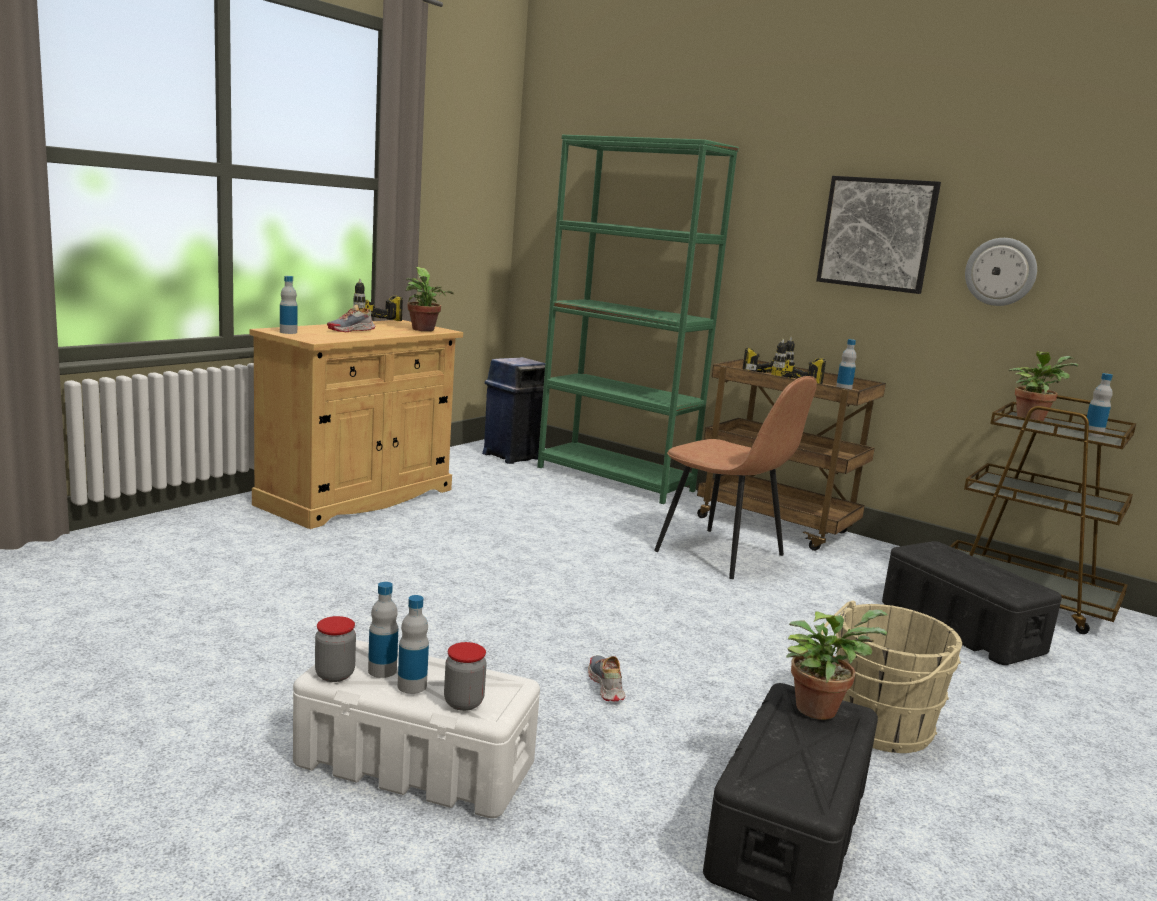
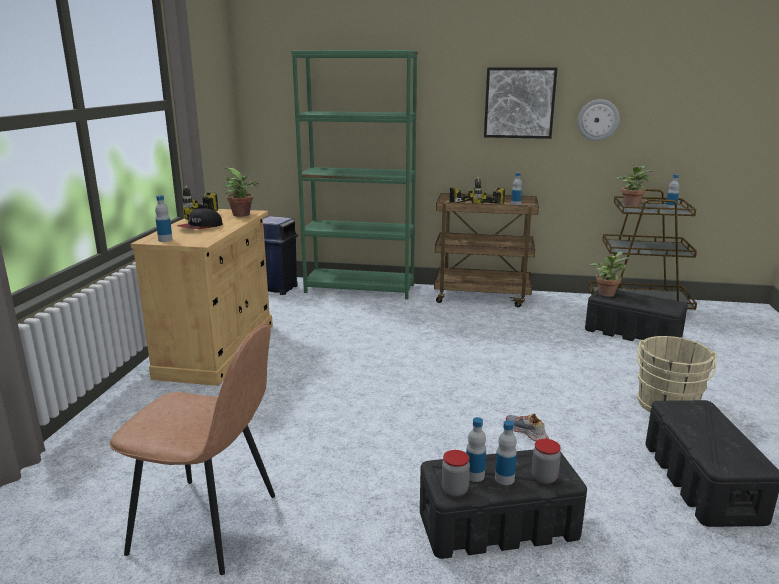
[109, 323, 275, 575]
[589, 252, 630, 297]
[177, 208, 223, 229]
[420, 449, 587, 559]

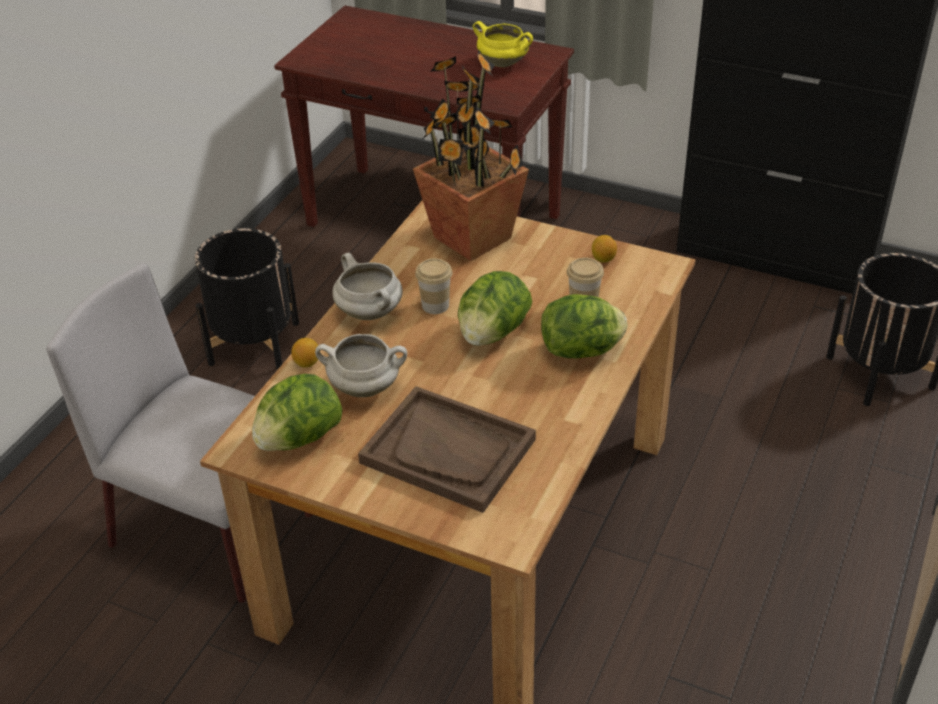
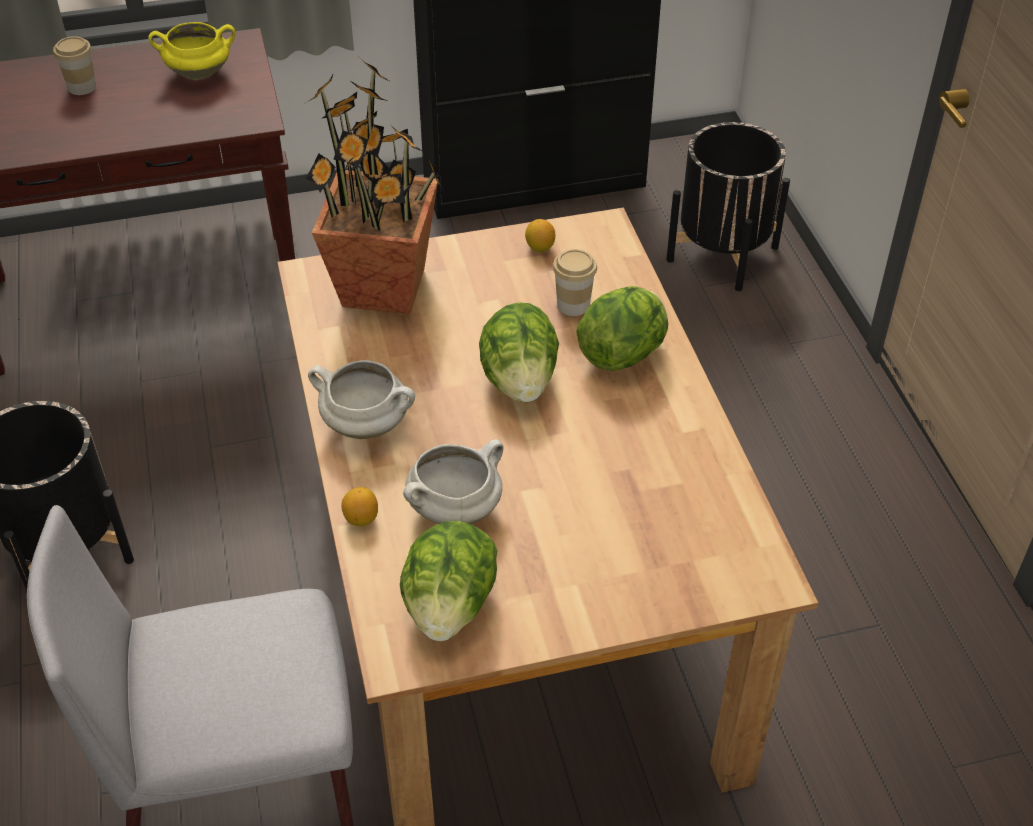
[358, 386, 536, 513] (first image)
[53, 36, 96, 95]

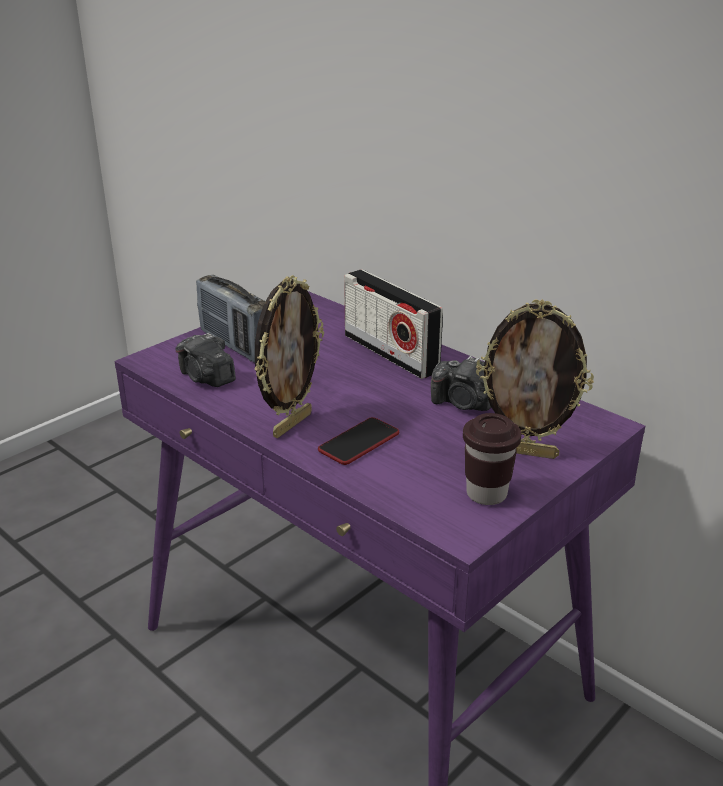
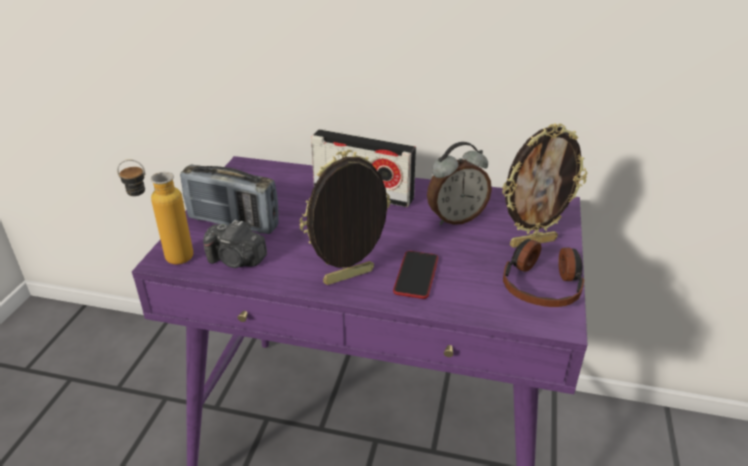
[117, 159, 193, 264]
[427, 142, 492, 225]
[503, 239, 585, 307]
[300, 150, 391, 285]

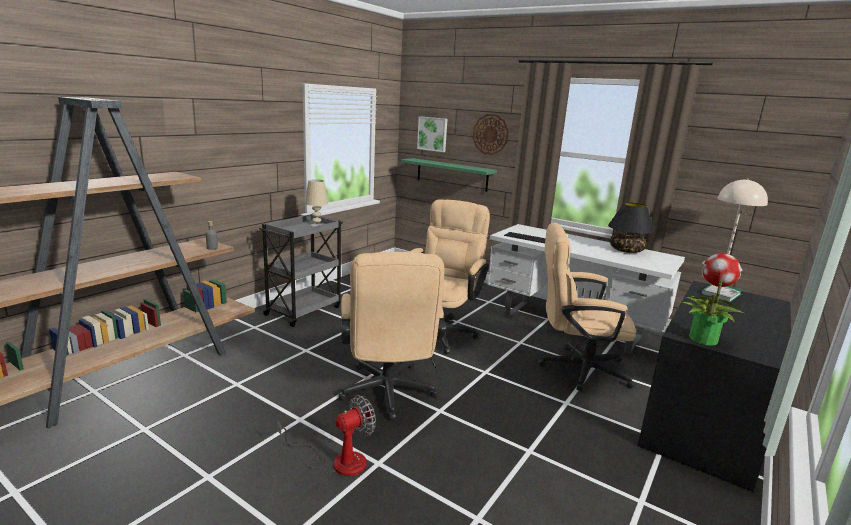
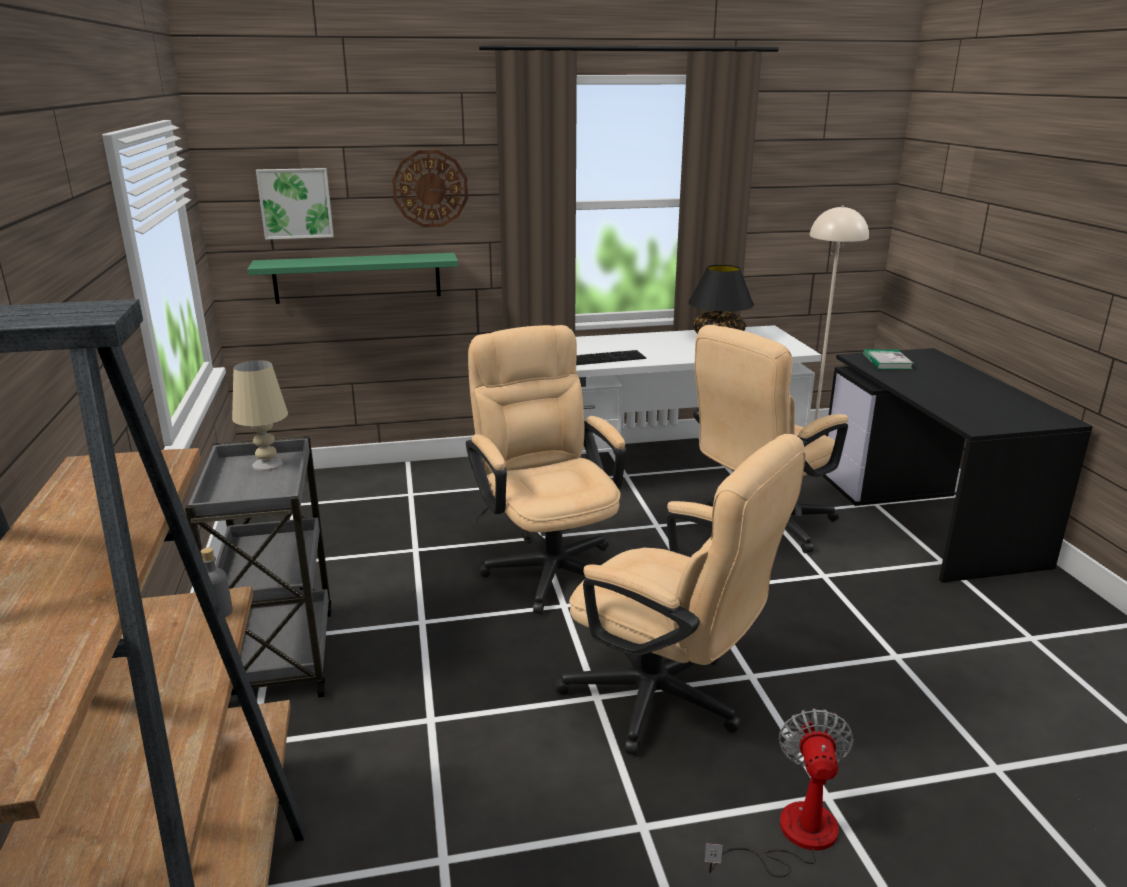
[681, 253, 745, 346] (first image)

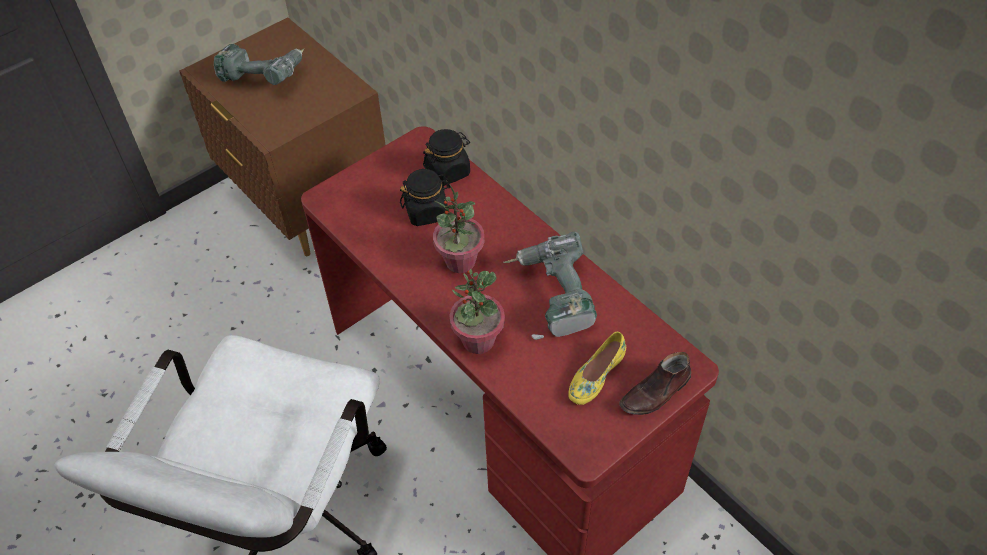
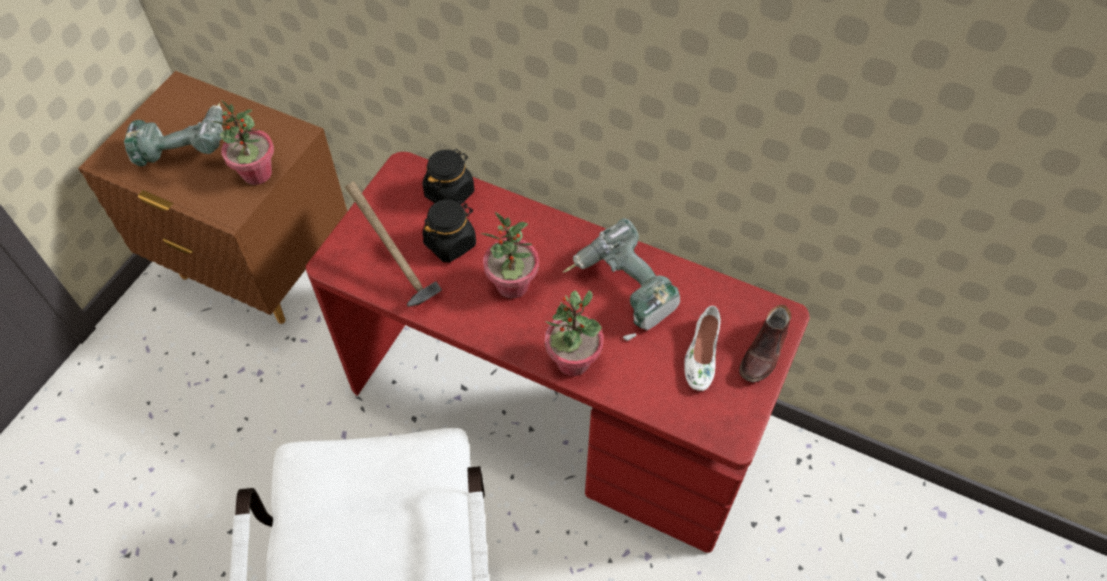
[212, 100, 274, 185]
[345, 181, 442, 307]
[684, 306, 721, 391]

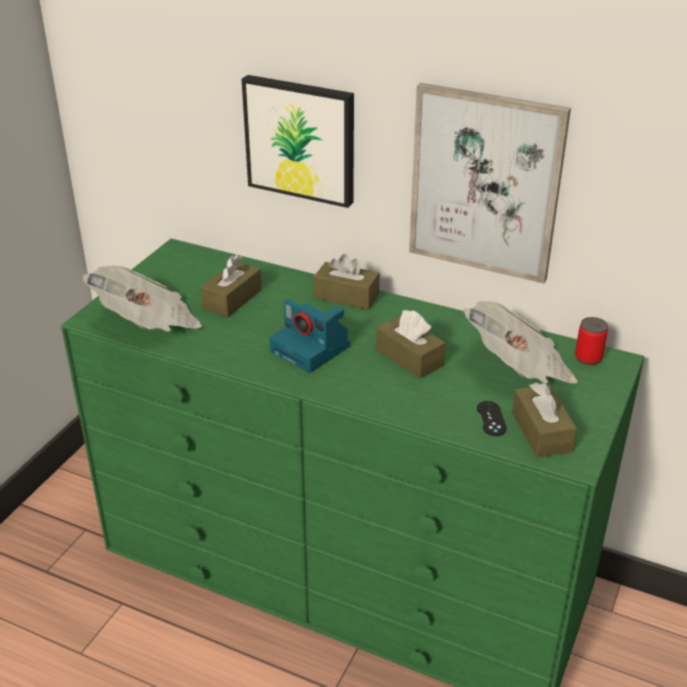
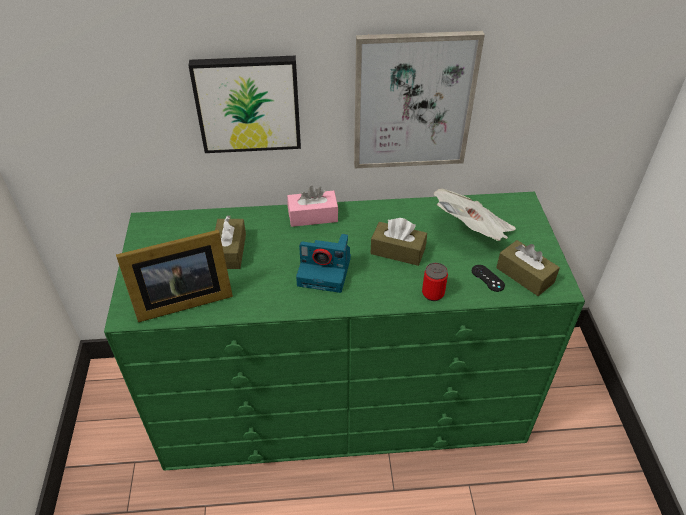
[422, 263, 448, 301]
[116, 230, 233, 322]
[287, 186, 338, 227]

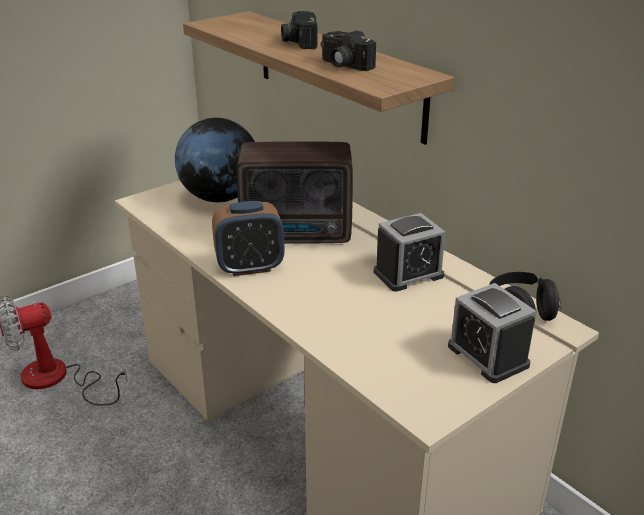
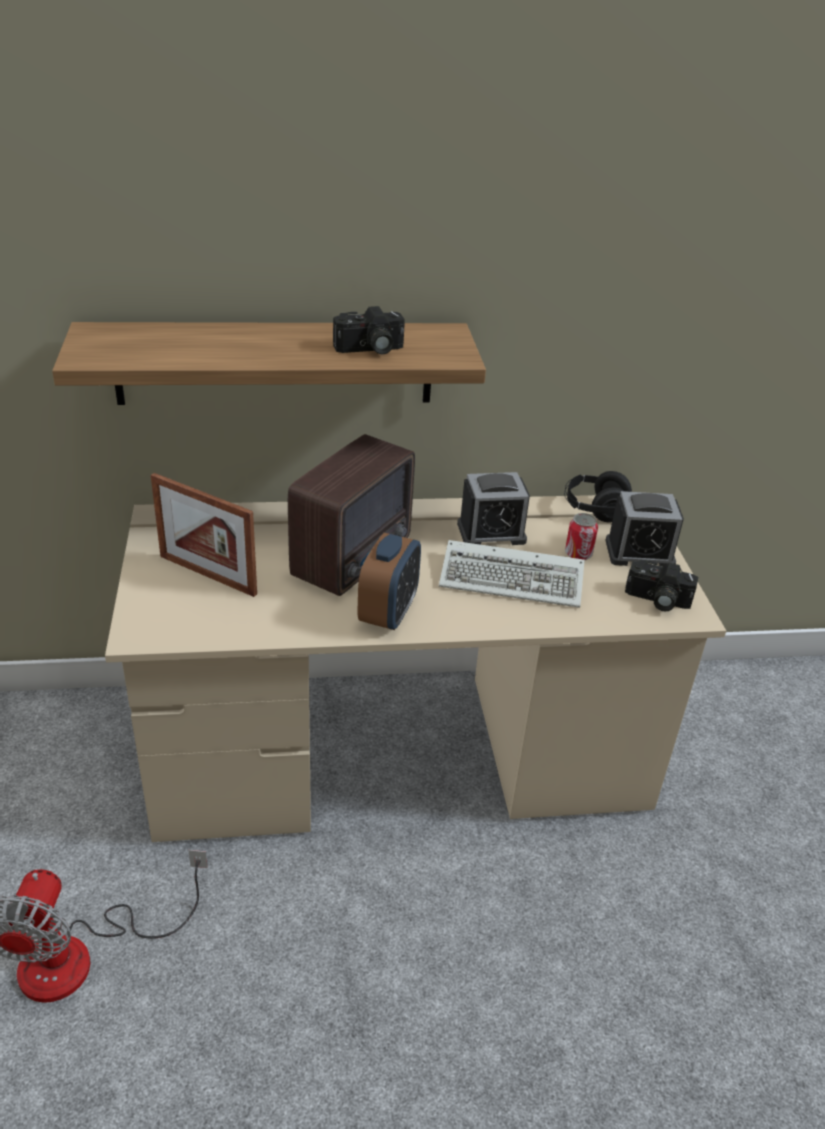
[439, 540, 585, 608]
[565, 513, 598, 560]
[625, 560, 698, 612]
[151, 473, 257, 597]
[457, 472, 530, 545]

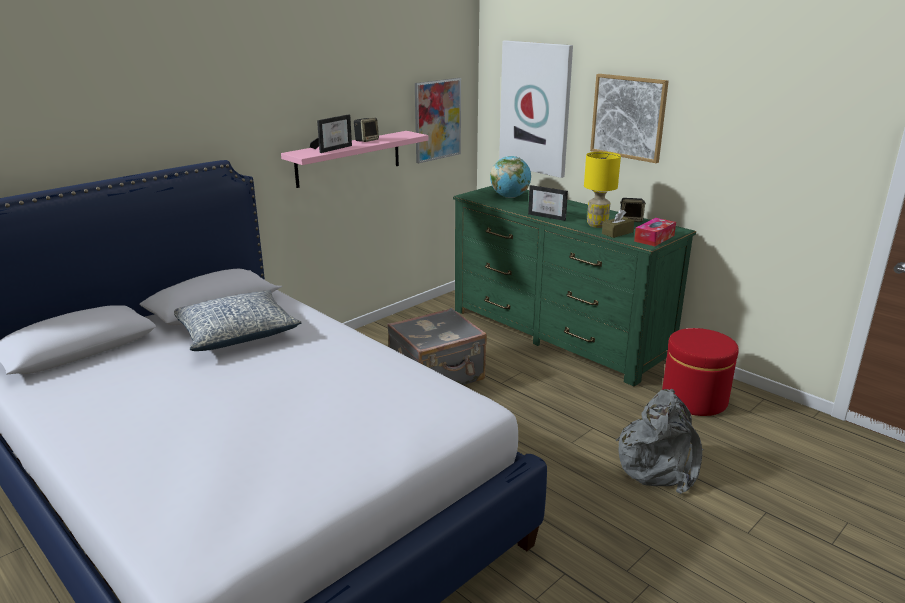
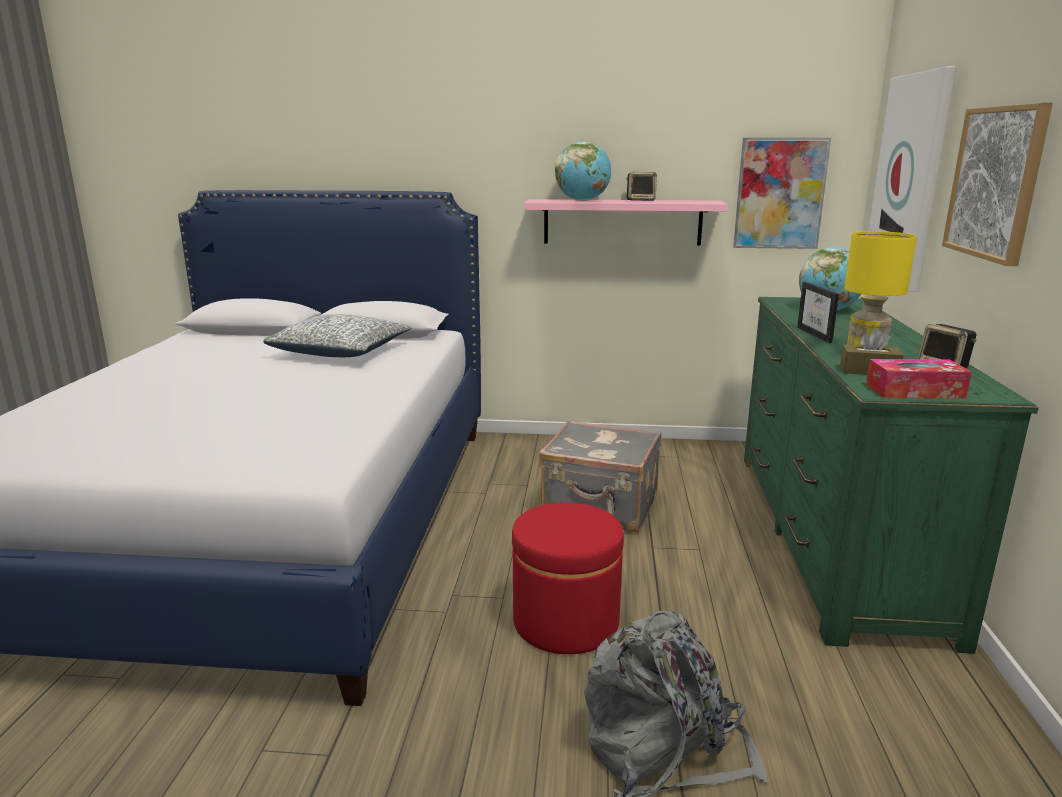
[512, 503, 624, 654]
[555, 142, 611, 201]

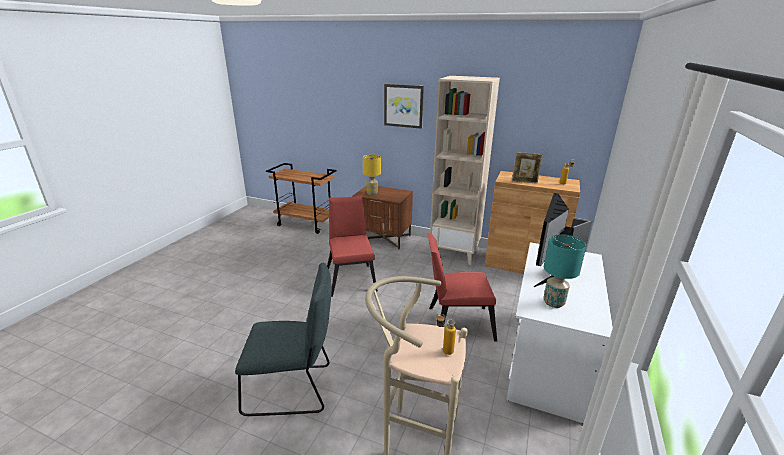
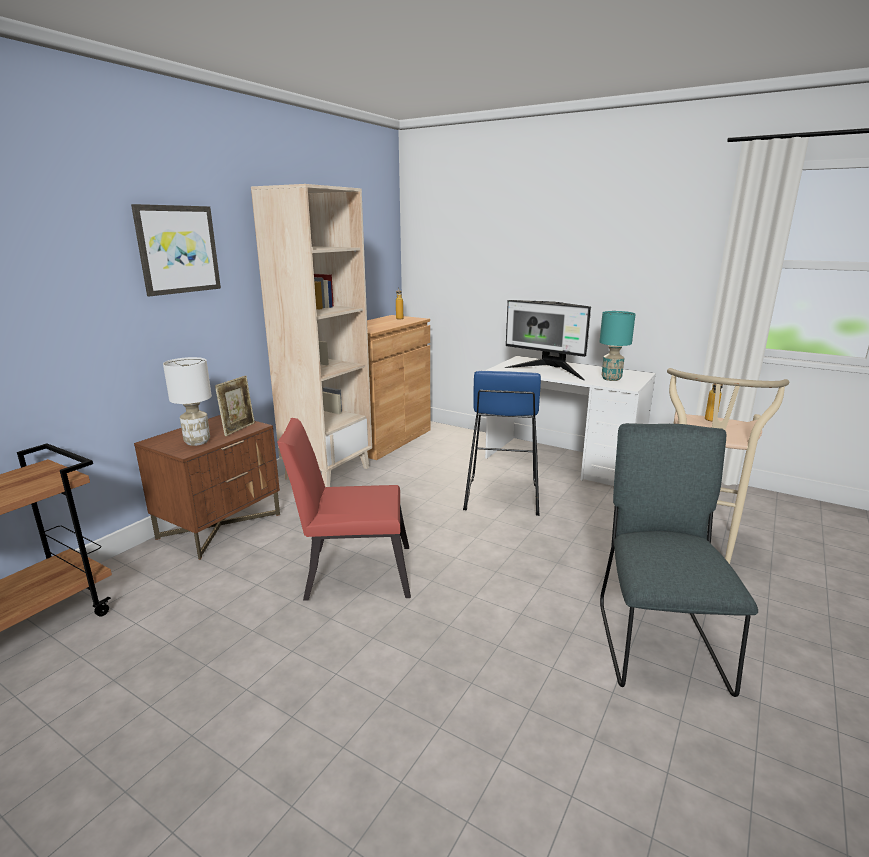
[215, 376, 255, 436]
[463, 371, 541, 516]
[163, 357, 212, 446]

